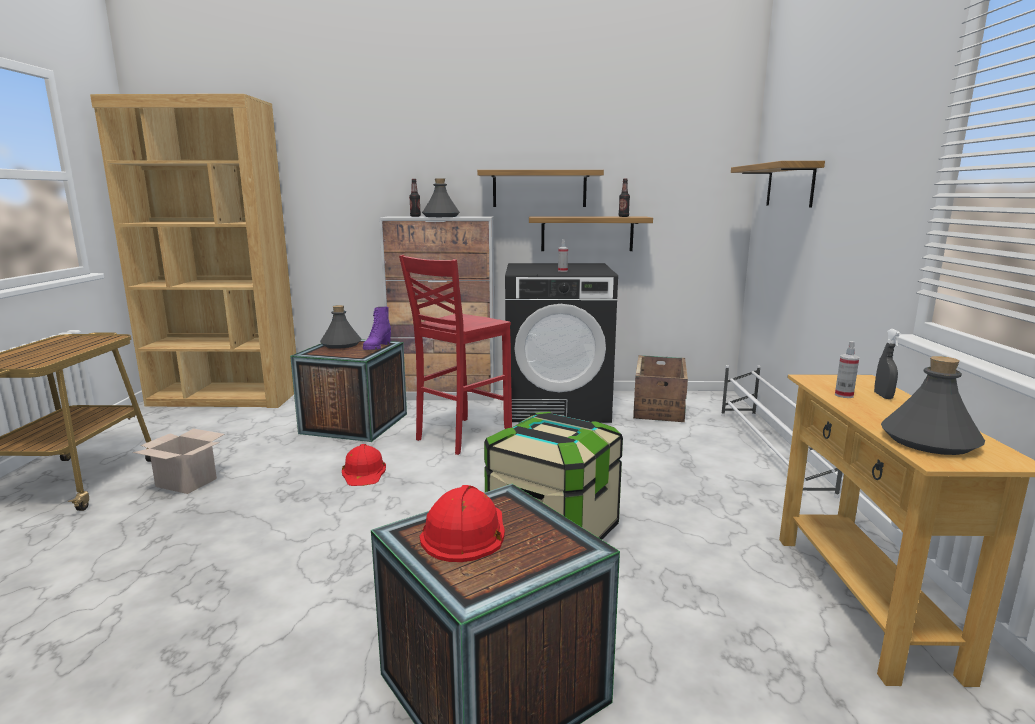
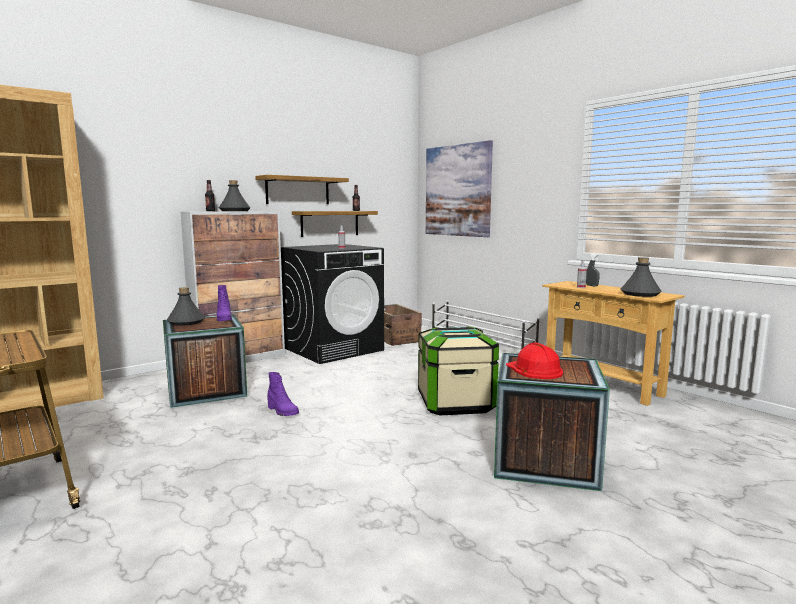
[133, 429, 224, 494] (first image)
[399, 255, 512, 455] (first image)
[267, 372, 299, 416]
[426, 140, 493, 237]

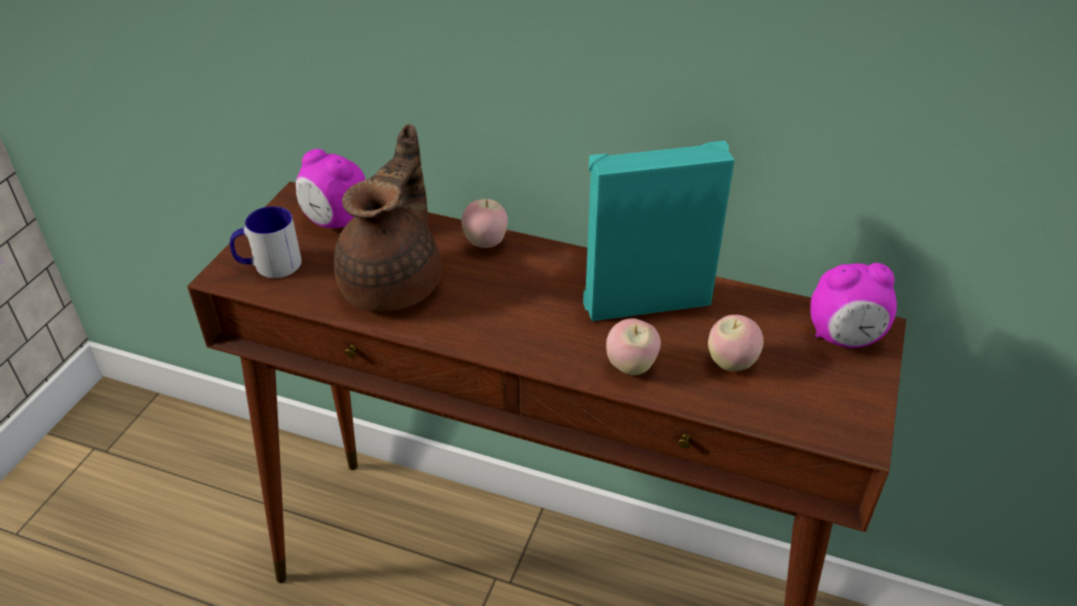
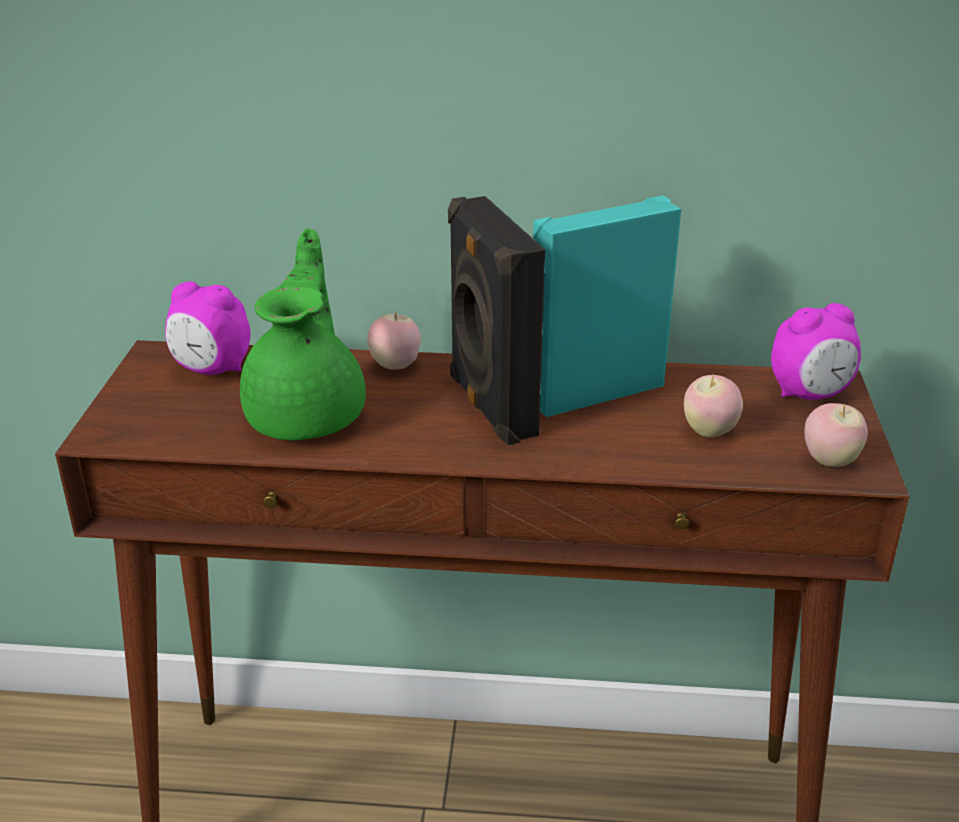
[230, 206, 302, 278] (first image)
[448, 196, 545, 445]
[804, 403, 868, 467]
[240, 228, 366, 440]

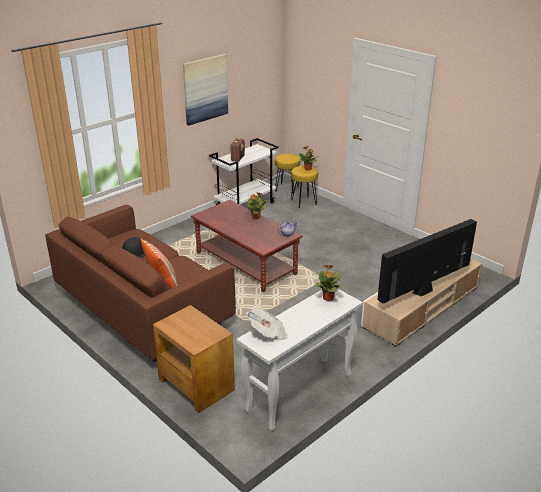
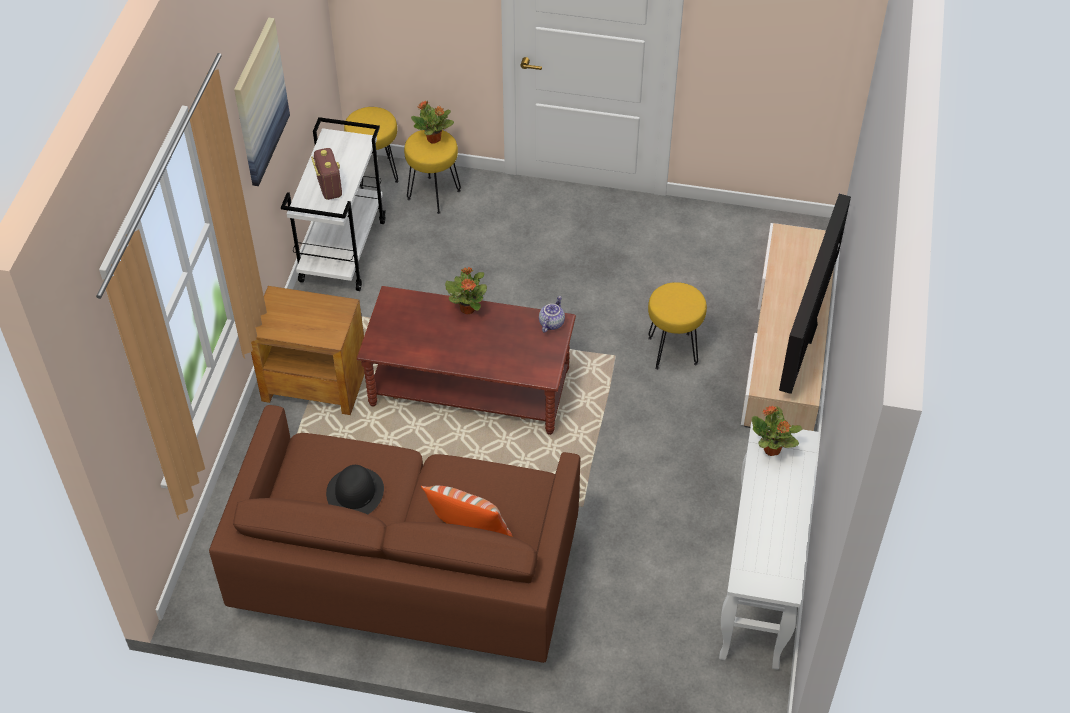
[246, 308, 288, 339] (first image)
[648, 282, 707, 370]
[251, 286, 365, 415]

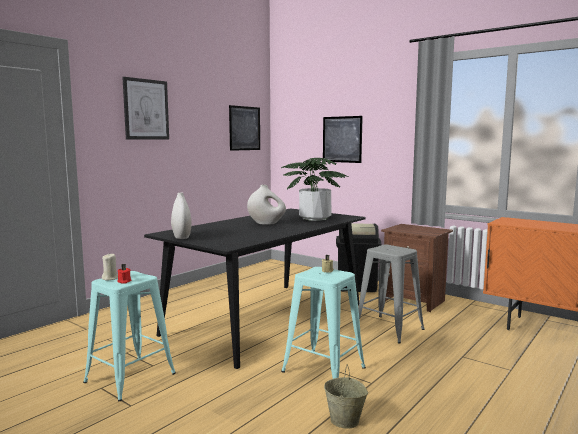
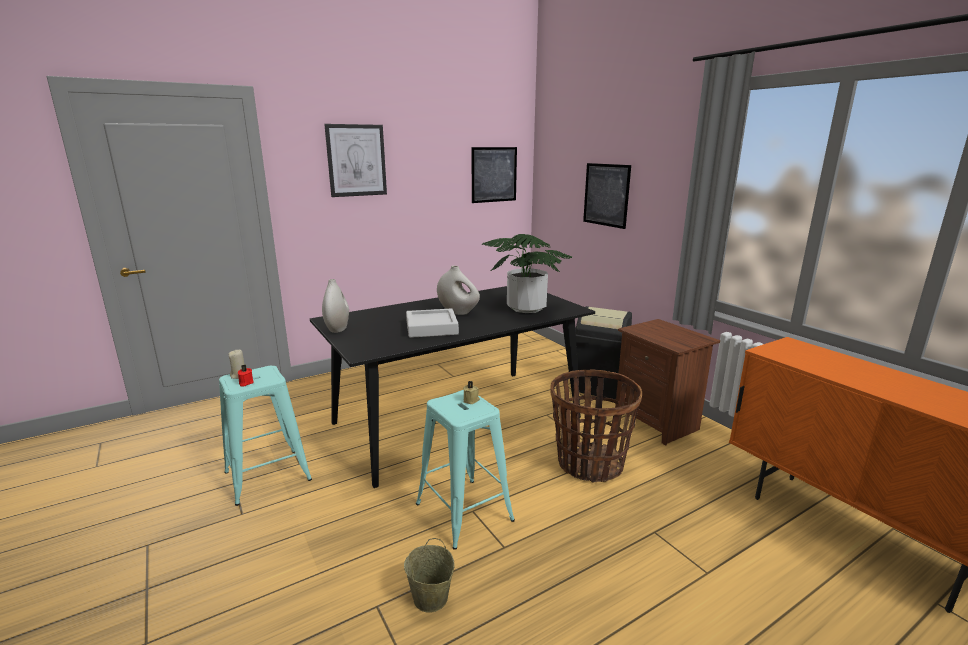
[406, 308, 459, 338]
[550, 369, 642, 482]

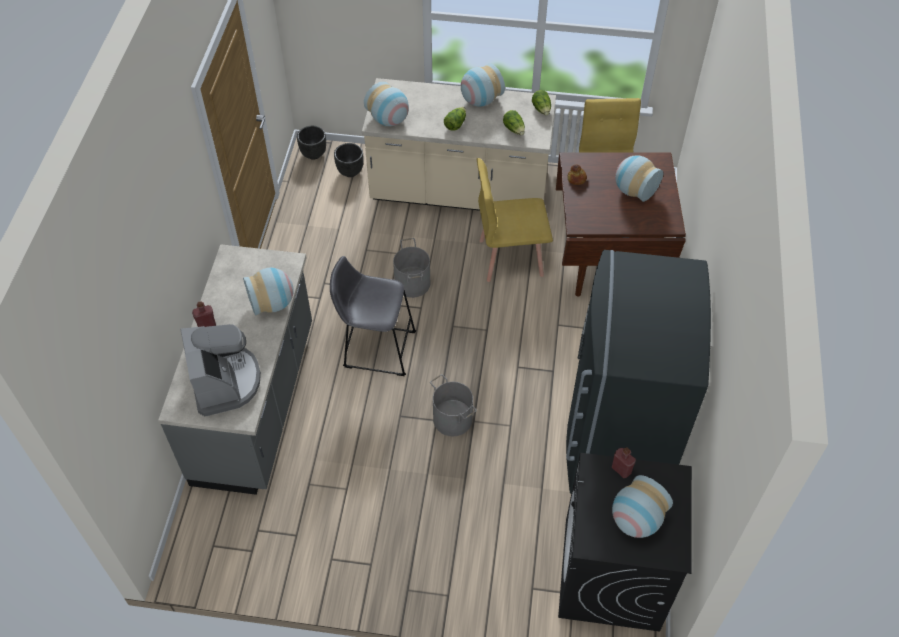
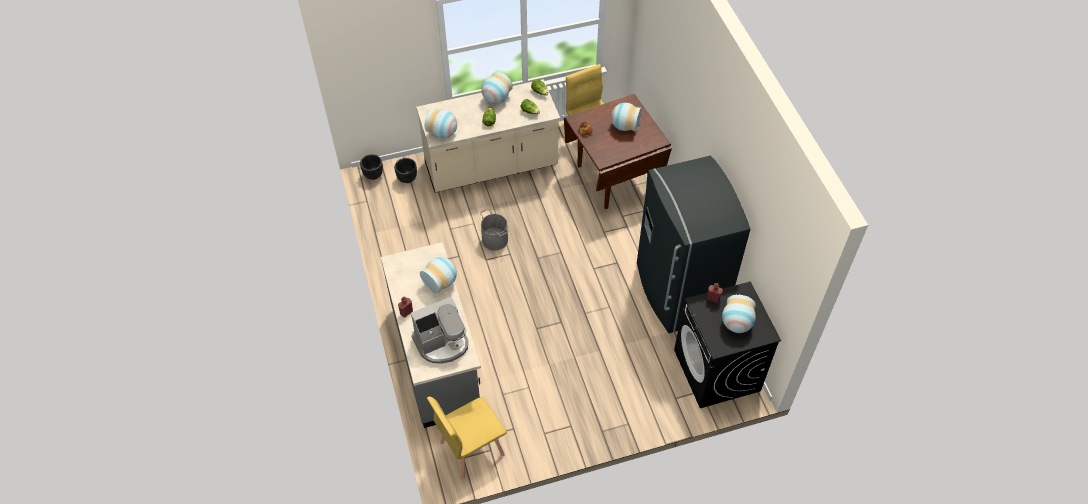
[330, 256, 416, 376] (first image)
[430, 374, 477, 436] (first image)
[427, 397, 507, 479]
[411, 297, 468, 364]

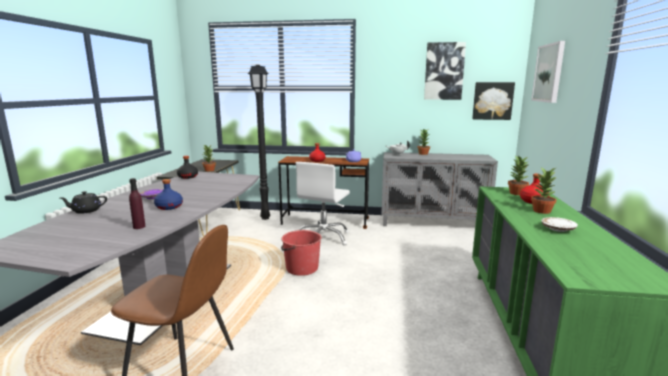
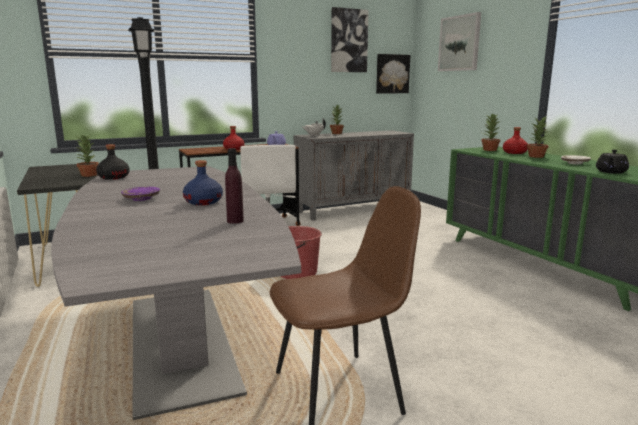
[596, 150, 629, 174]

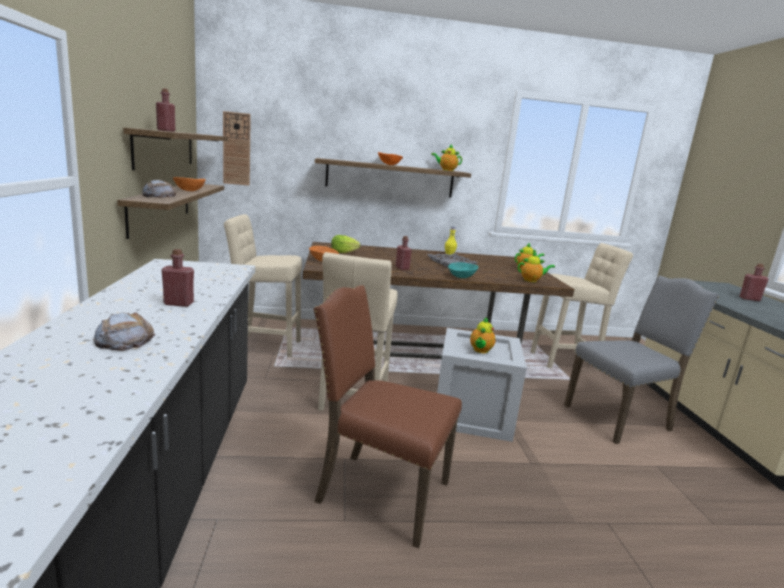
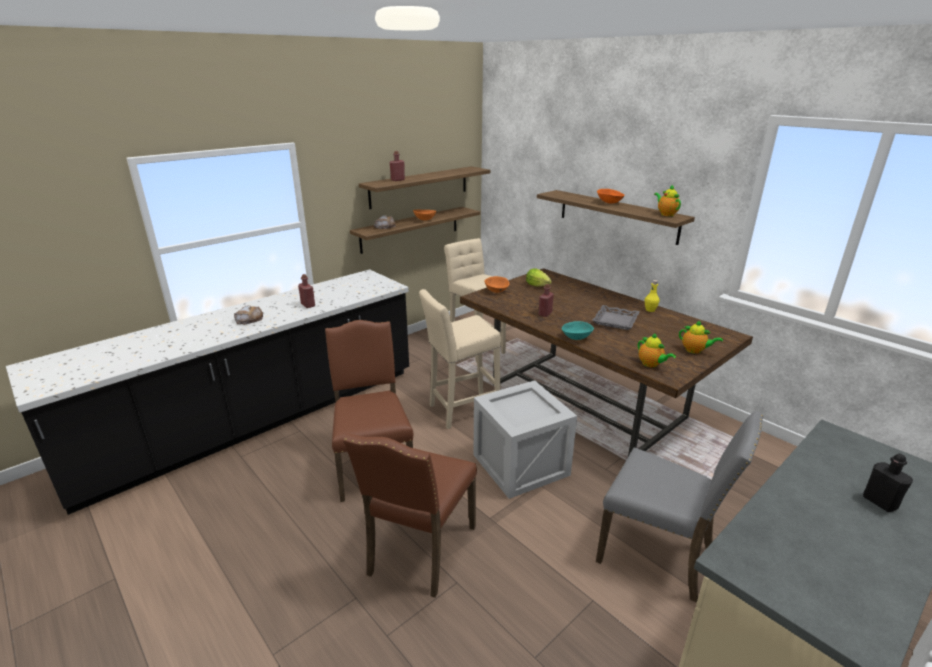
[223, 111, 251, 186] (first image)
[470, 318, 495, 353] (first image)
[530, 243, 633, 370] (first image)
[343, 433, 477, 598]
[863, 453, 913, 512]

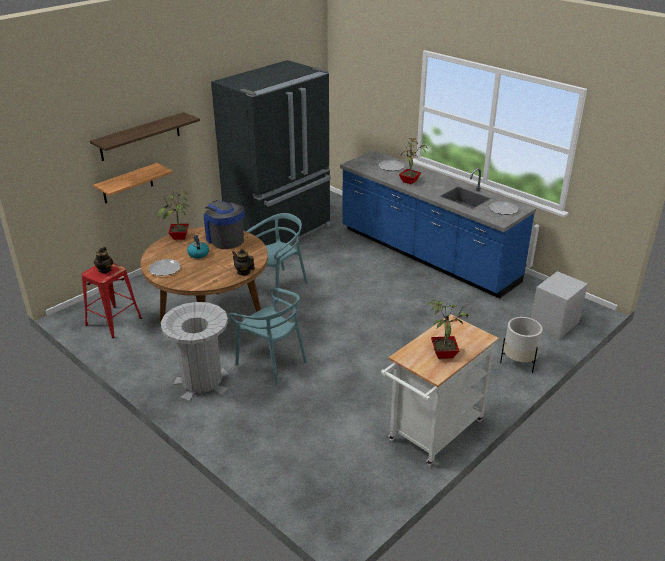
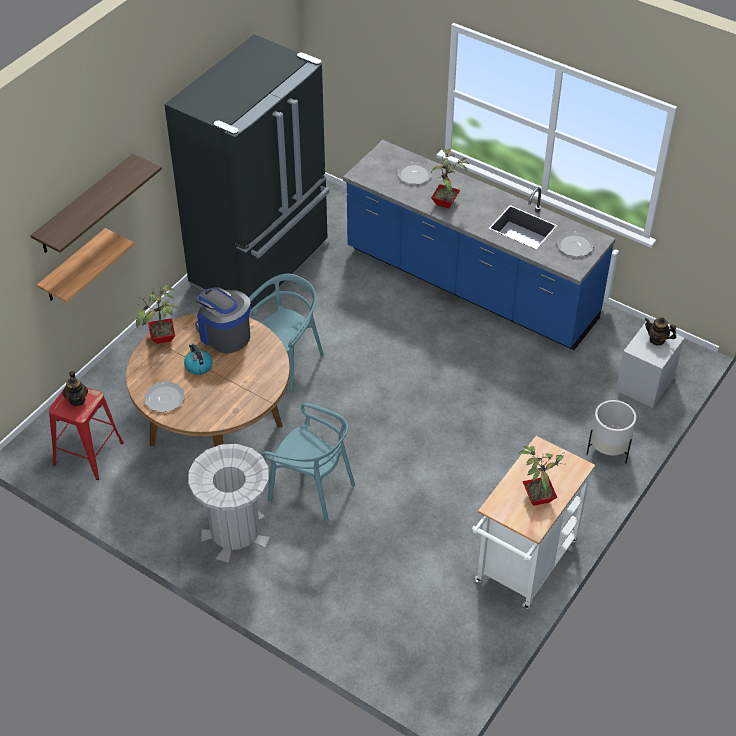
[644, 317, 676, 346]

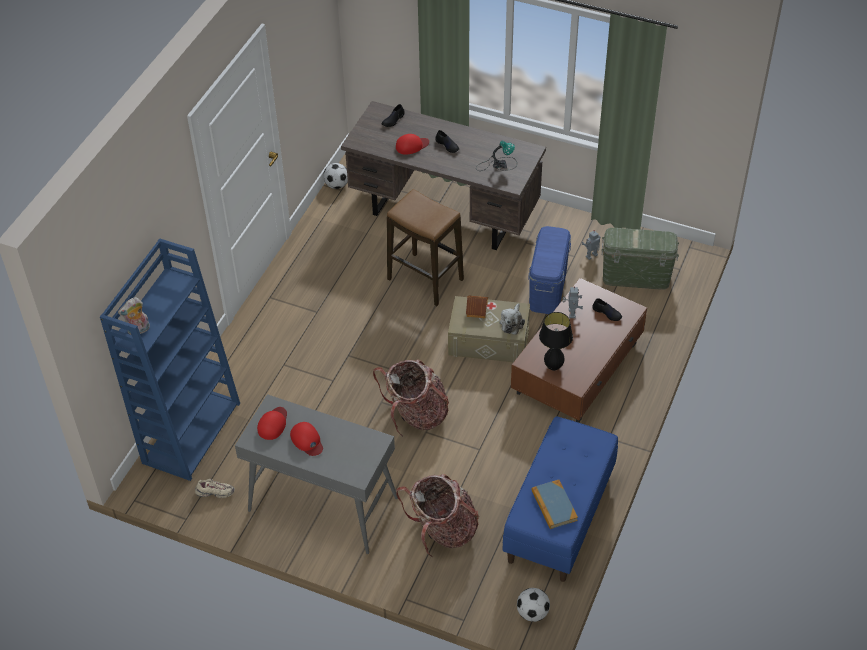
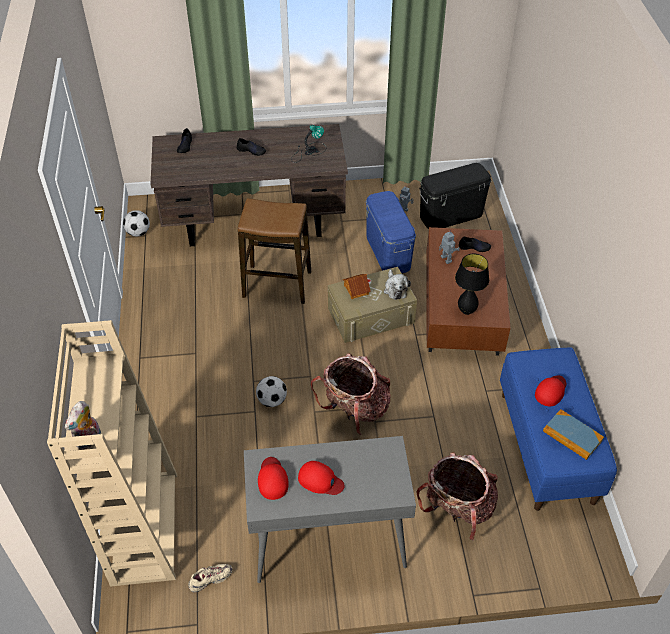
[535, 375, 566, 406]
[256, 376, 287, 407]
[47, 320, 177, 587]
[419, 163, 491, 229]

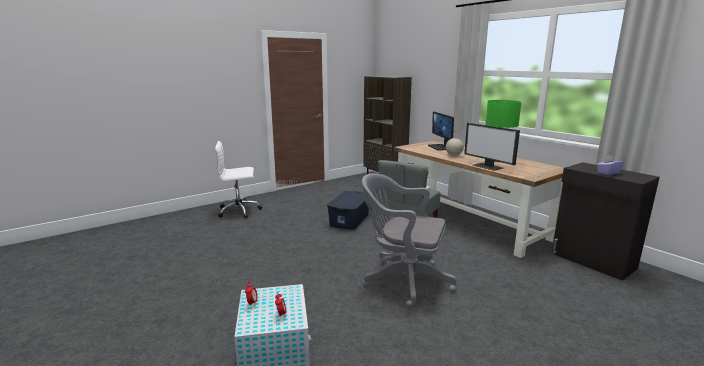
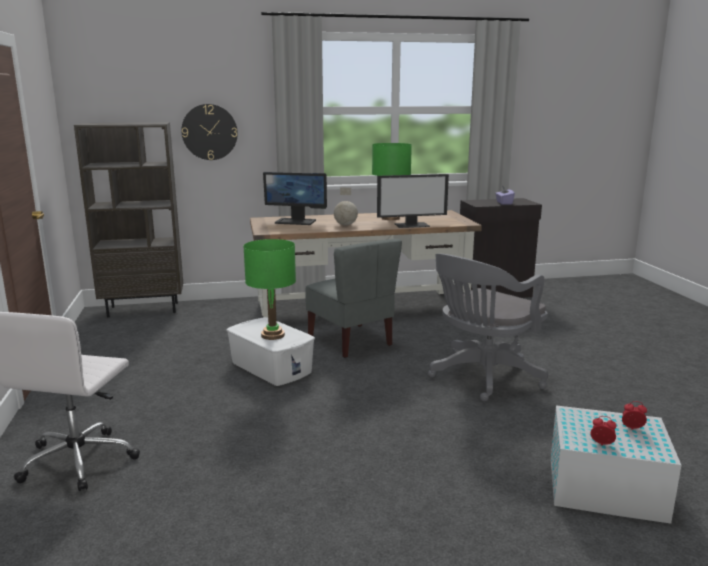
[181, 104, 238, 160]
[243, 239, 296, 340]
[226, 317, 315, 386]

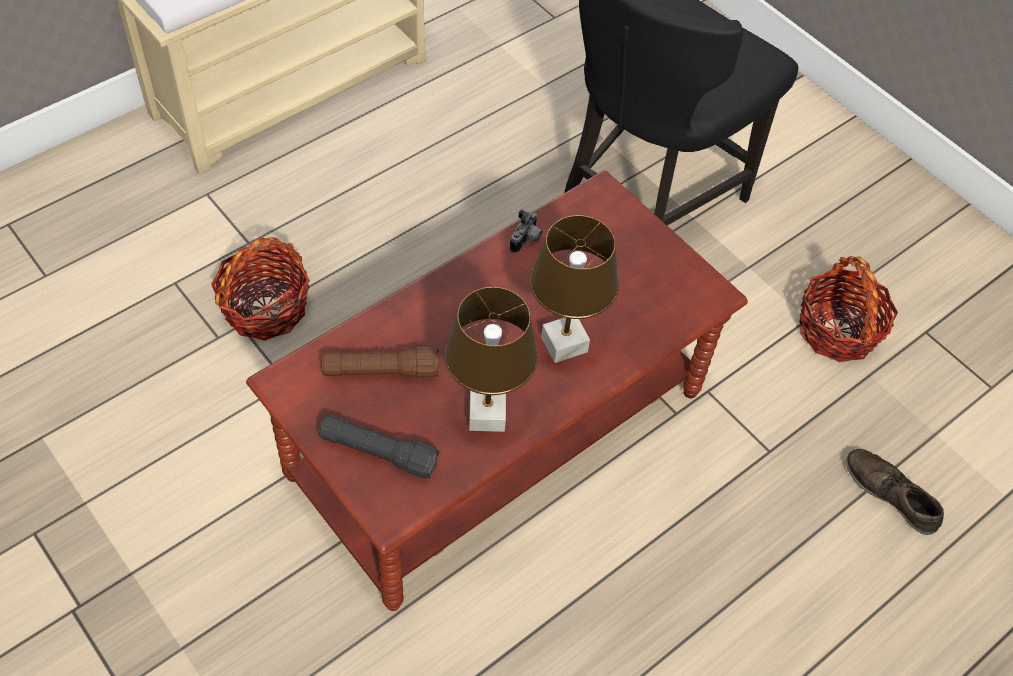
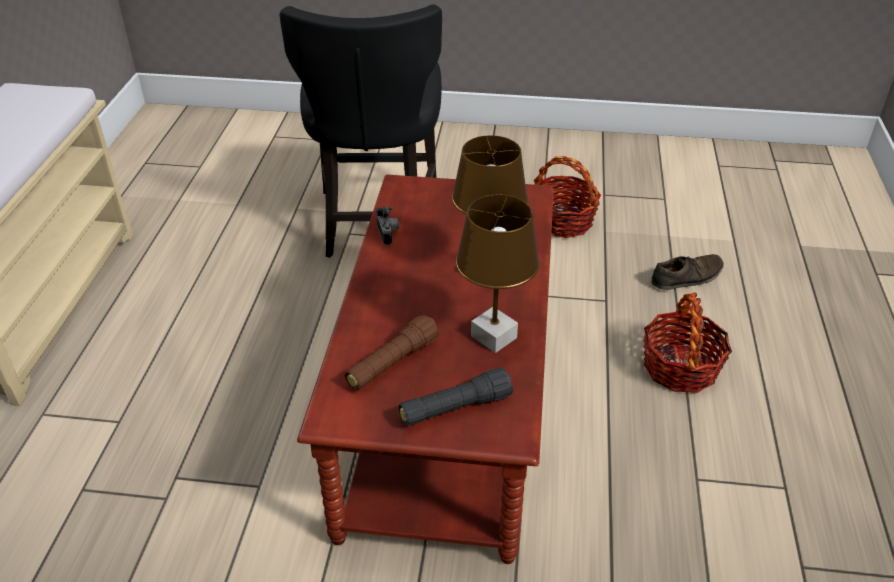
[643, 293, 732, 393]
[651, 254, 724, 290]

